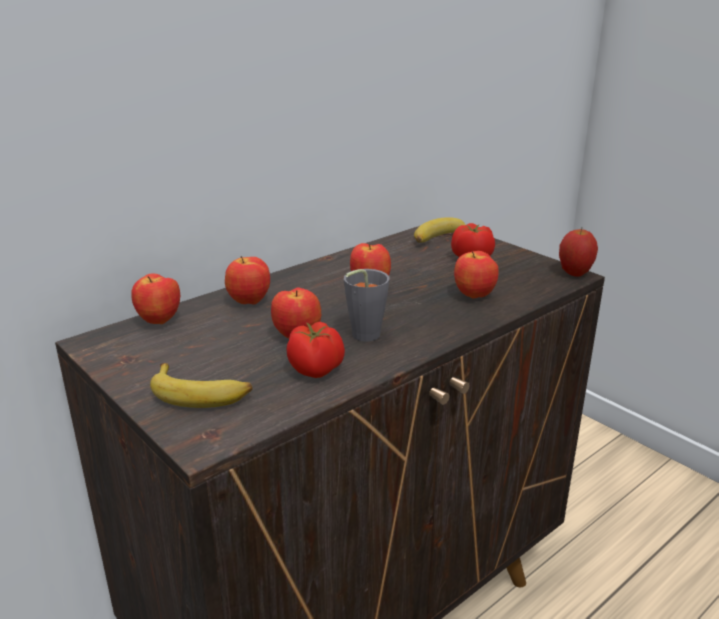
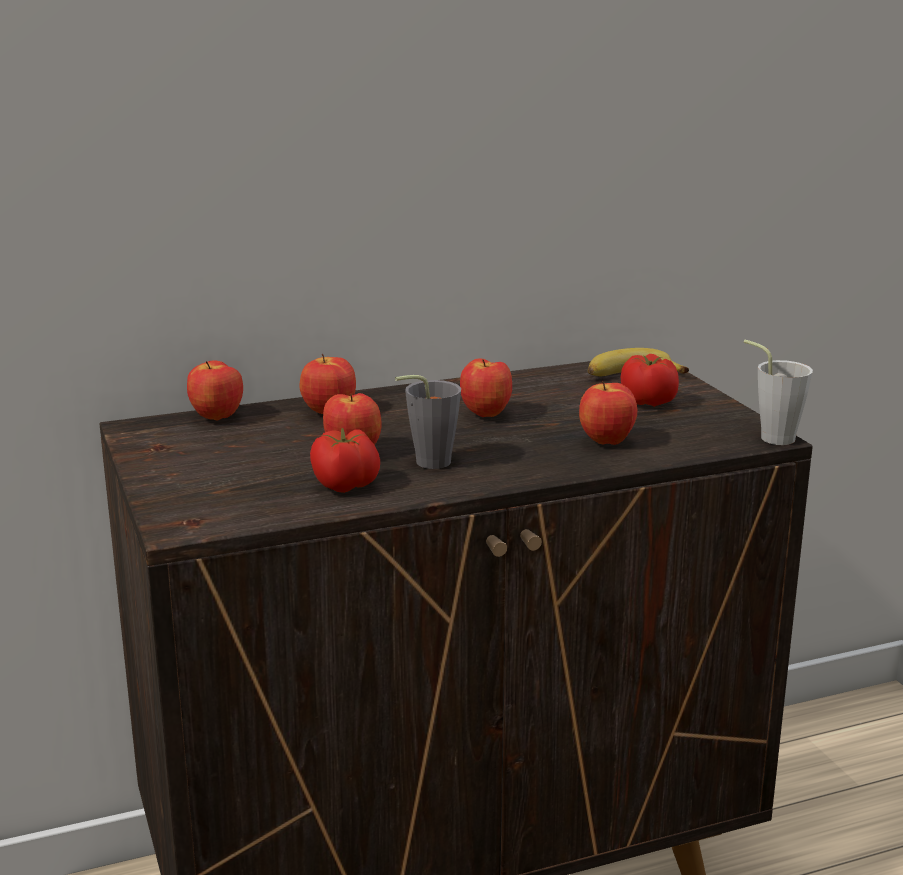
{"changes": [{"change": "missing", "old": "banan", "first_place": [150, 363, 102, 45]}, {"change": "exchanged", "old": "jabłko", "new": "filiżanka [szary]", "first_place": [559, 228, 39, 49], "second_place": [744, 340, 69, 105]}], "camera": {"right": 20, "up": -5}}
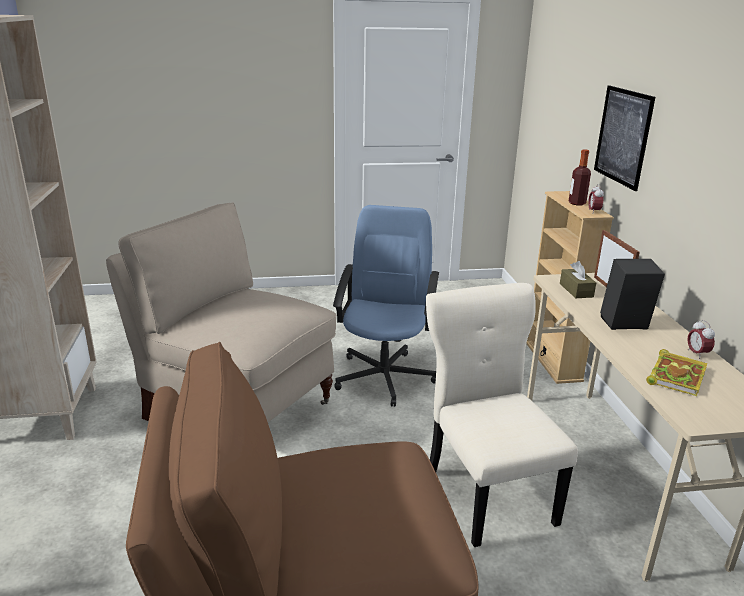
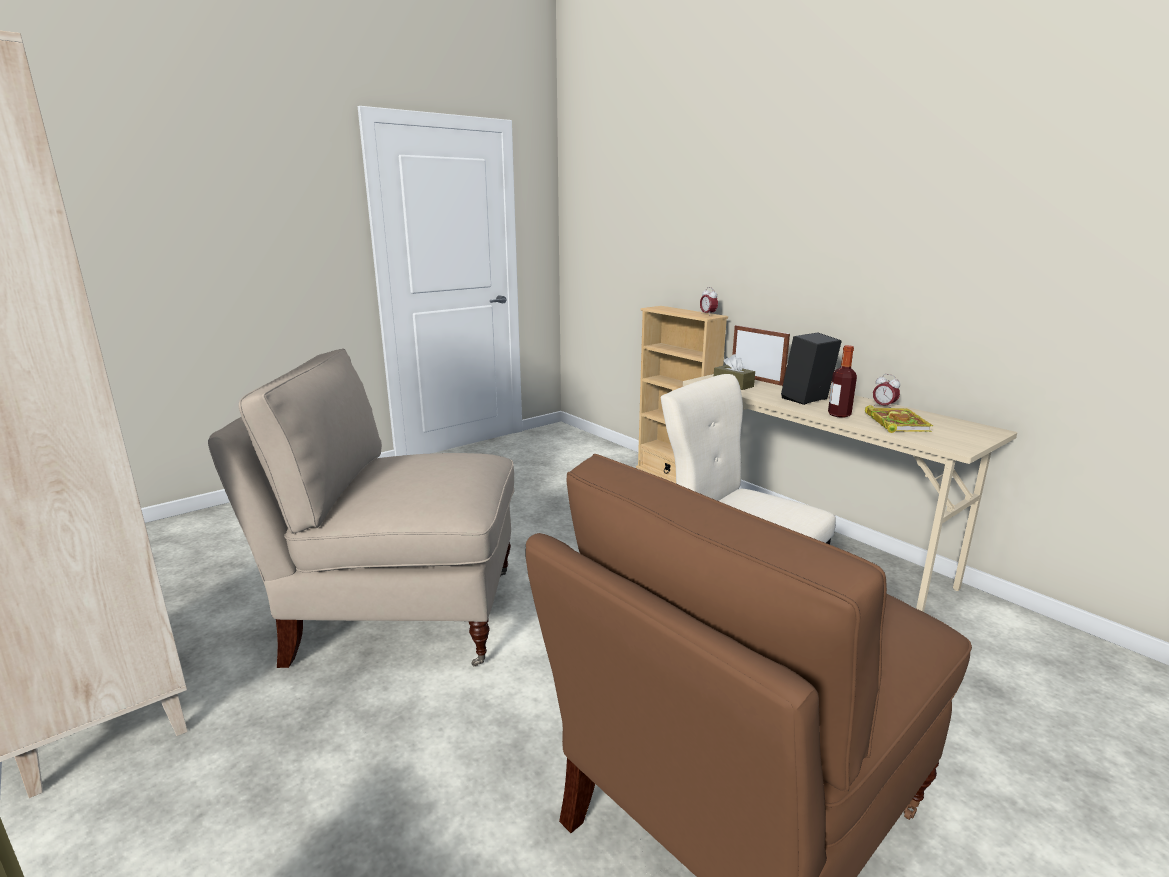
{"changes": [{"change": "missing", "old": "krzesło biurowe [niebieski]", "first_place": [333, 205, 106, 202]}, {"change": "relocated", "old": "butelka", "first_place": [569, 149, 22, 56], "second_place": [828, 345, 29, 73]}, {"change": "missing", "old": "obraz", "first_place": [594, 86, 61, 105]}], "camera": {"right": -30, "up": -5}}
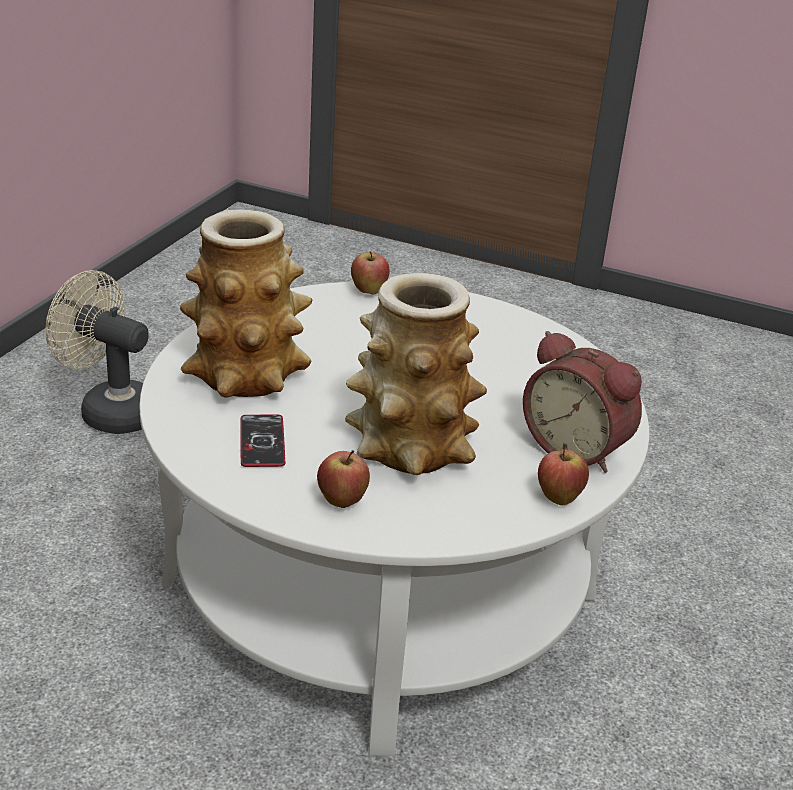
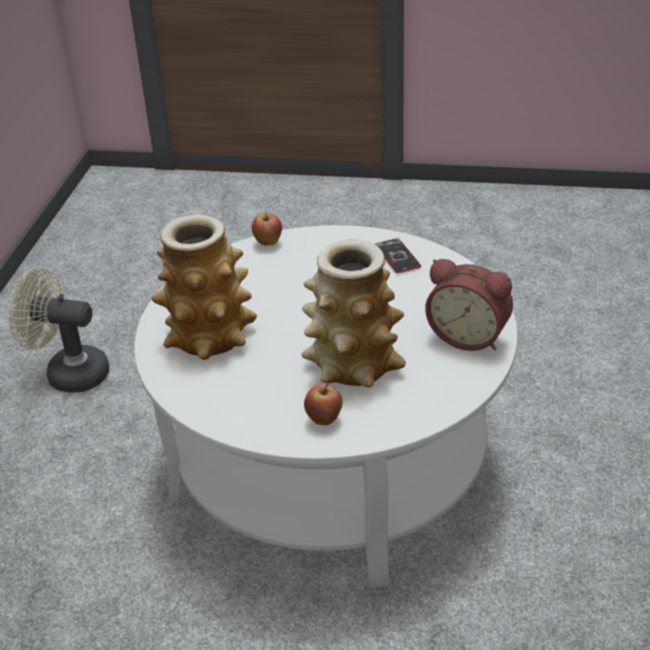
{"changes": [{"change": "relocated", "old": "telefon", "first_place": [240, 415, 45, 52], "second_place": [375, 238, 46, 35]}, {"change": "missing", "old": "jabłko", "first_place": [538, 443, 51, 62]}], "camera": {"right": -10, "up": 5}}
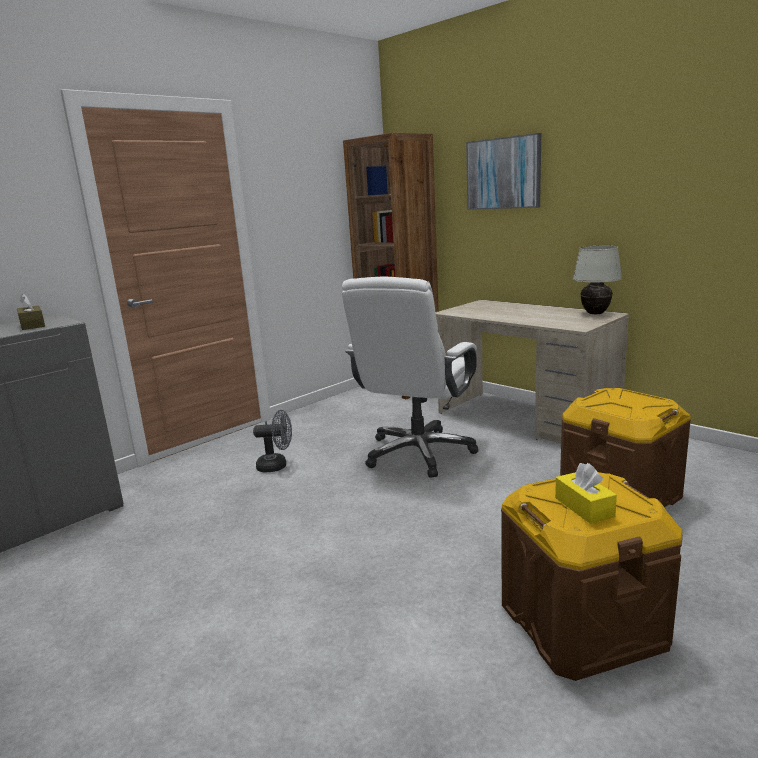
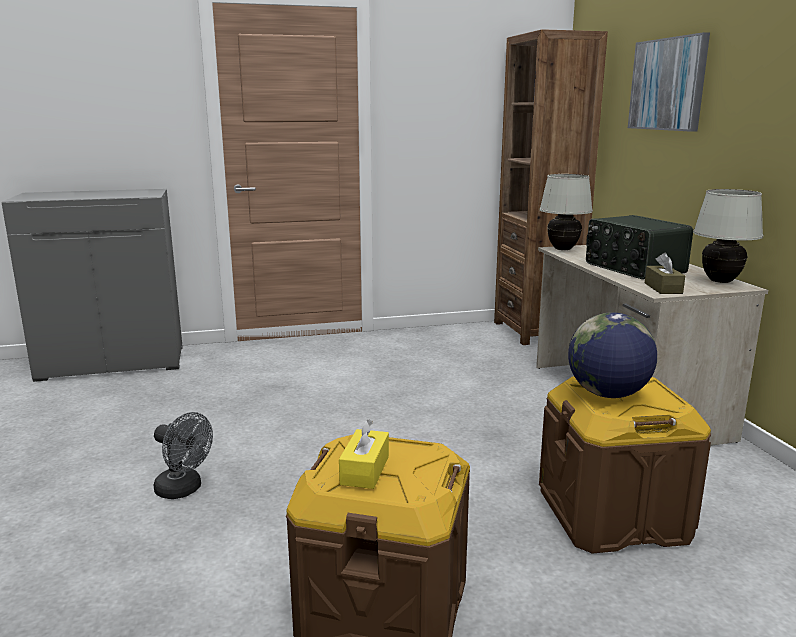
{"changes": [{"change": "relocated", "old": "pudełko chusteczek [brązowy]", "first_place": [17, 294, 28, 36], "second_place": [645, 253, 40, 41]}, {"change": "relocated", "old": "wentylator [szary]", "first_place": [253, 410, 39, 62], "second_place": [154, 412, 59, 87]}, {"change": "missing", "old": "krzesło biurowe [biały]", "first_place": [342, 277, 136, 201]}, {"change": "appeared", "new": "lampa stołowa [biały]", "second_place": [539, 174, 54, 76]}, {"change": "appeared", "new": "globus", "second_place": [568, 313, 89, 85]}, {"change": "appeared", "new": "radio", "second_place": [586, 215, 107, 64]}], "camera": {"right": 30, "up": 0}}
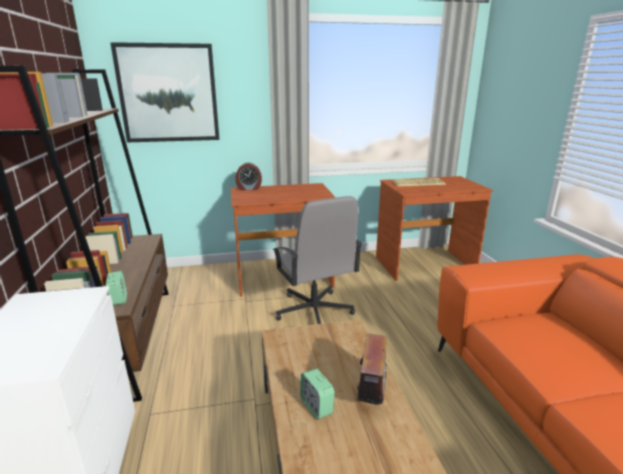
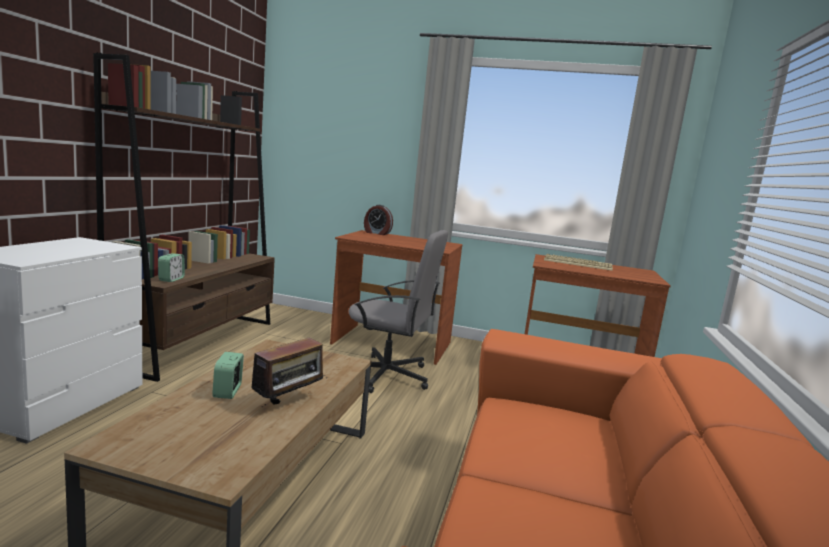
{"changes": [{"change": "missing", "old": "obraz", "first_place": [110, 42, 109, 100]}, {"change": "spun", "old": "krzesło biurowe [szary]", "first_place": [272, 196, 91, 128], "second_place": [348, 230, 100, 163], "degrees": -75}], "camera": {"right": 25, "up": -10}}
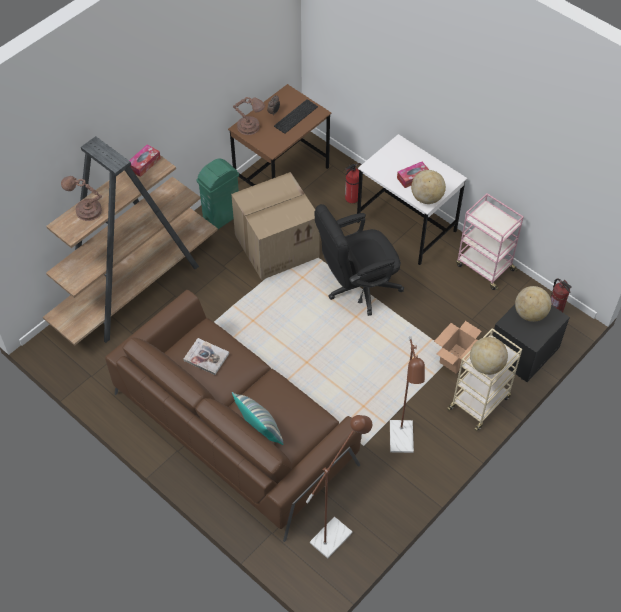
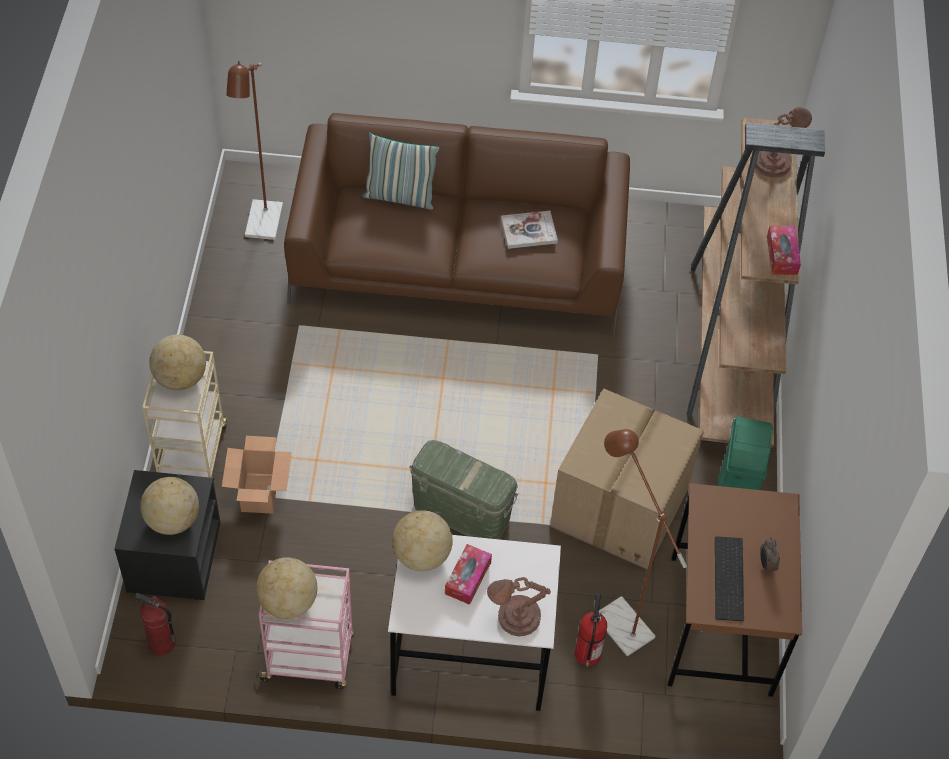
{"changes": [{"change": "relocated", "old": "lampa stołowa [brązowy]", "first_place": [233, 97, 32, 38], "second_place": [487, 577, 64, 59]}, {"change": "exchanged", "old": "krzesło biurowe [czarny]", "new": "pojemnik do przechowywania [zielony]", "first_place": [315, 204, 89, 112], "second_place": [409, 440, 110, 99]}, {"change": "relocated", "old": "lampa stojąca [brązowy]", "first_place": [390, 336, 35, 117], "second_place": [599, 429, 88, 227]}, {"change": "appeared", "new": "globus", "second_place": [256, 557, 61, 62]}], "camera": {"right": 140, "up": 0}}
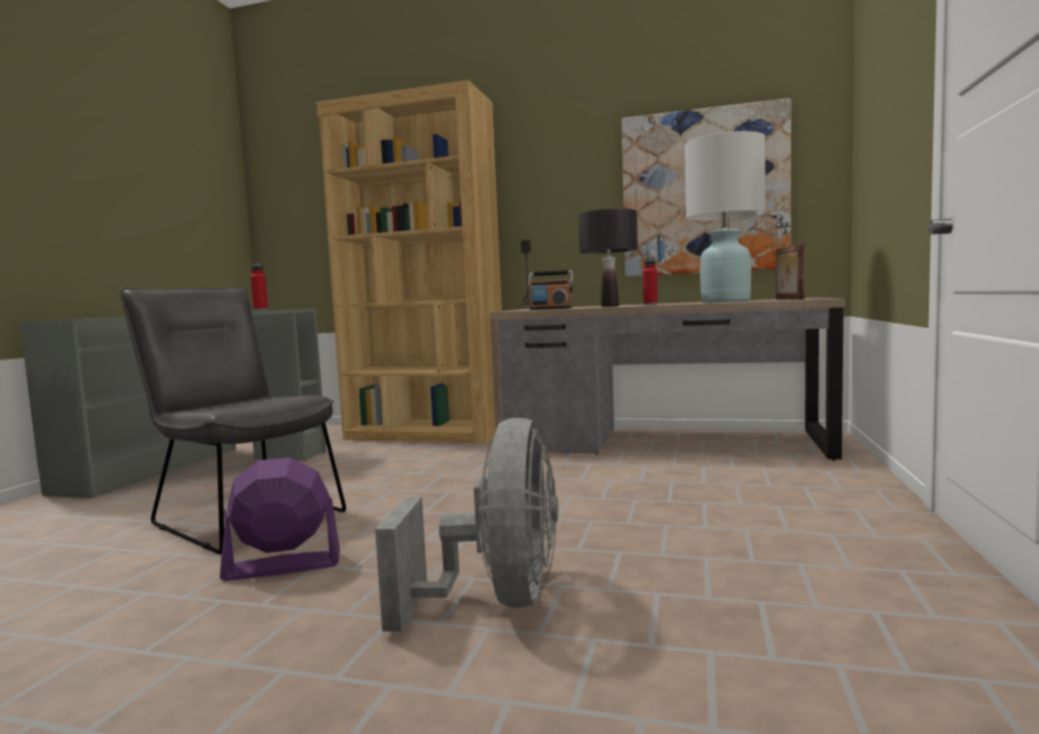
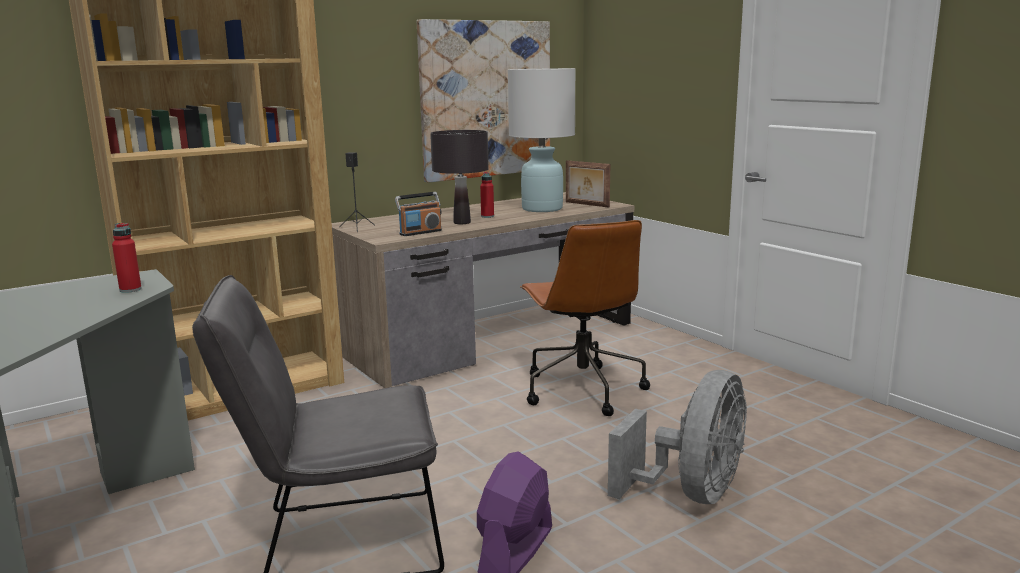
{"changes": [{"change": "spun", "old": "wentylator [szary]", "first_place": [375, 417, 183, 215], "second_place": [608, 370, 139, 134], "degrees": 75}, {"change": "appeared", "new": "krzesło biurowe [brązowy]", "second_place": [520, 220, 130, 196]}], "camera": {"right": -50, "up": 10}}
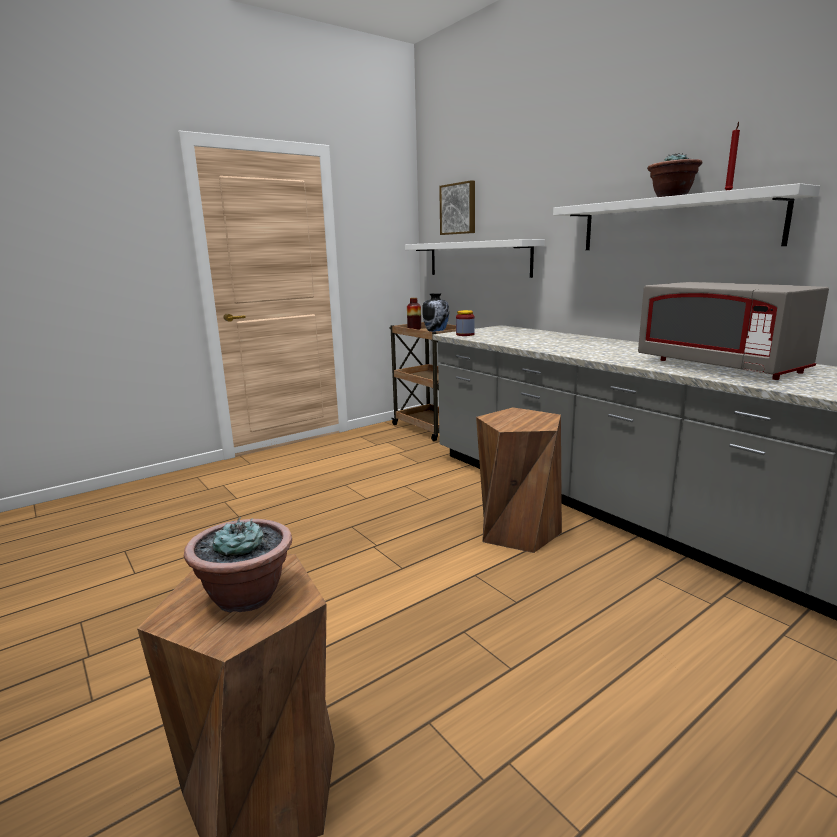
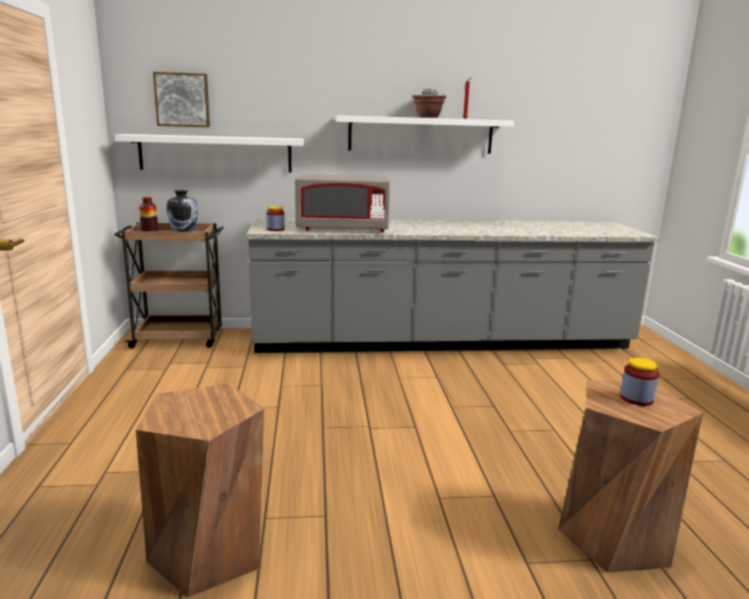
{"changes": [{"change": "exchanged", "old": "roślina doniczkowa", "new": "słoik", "first_place": [184, 517, 108, 96], "second_place": [620, 358, 39, 48]}, {"change": "relocated", "old": "stołek [brązowy]", "first_place": [476, 407, 86, 146], "second_place": [136, 383, 128, 215]}, {"change": "relocated", "old": "mikrofalówka [szary]", "first_place": [638, 282, 191, 98], "second_place": [295, 174, 95, 58]}], "camera": {"right": -60, "up": 0}}
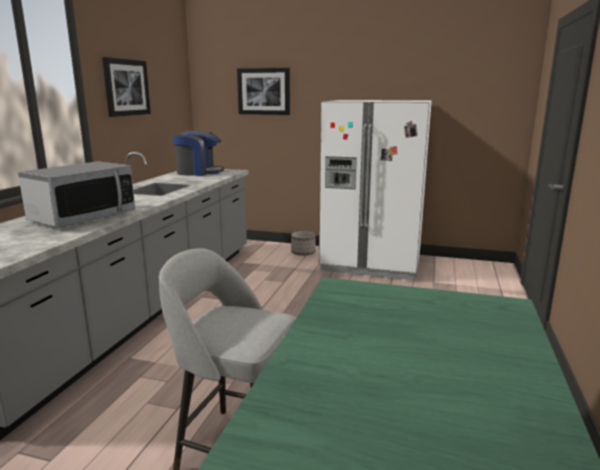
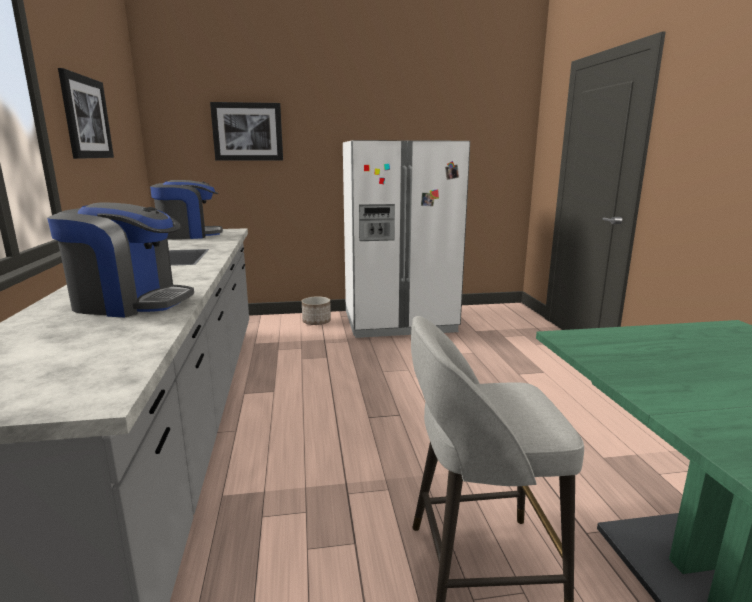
{"changes": [{"change": "exchanged", "old": "mikrofalówka", "new": "ekspres do kawy", "first_place": [18, 161, 117, 67], "second_place": [47, 202, 147, 115]}], "camera": {"right": -25, "up": 0}}
